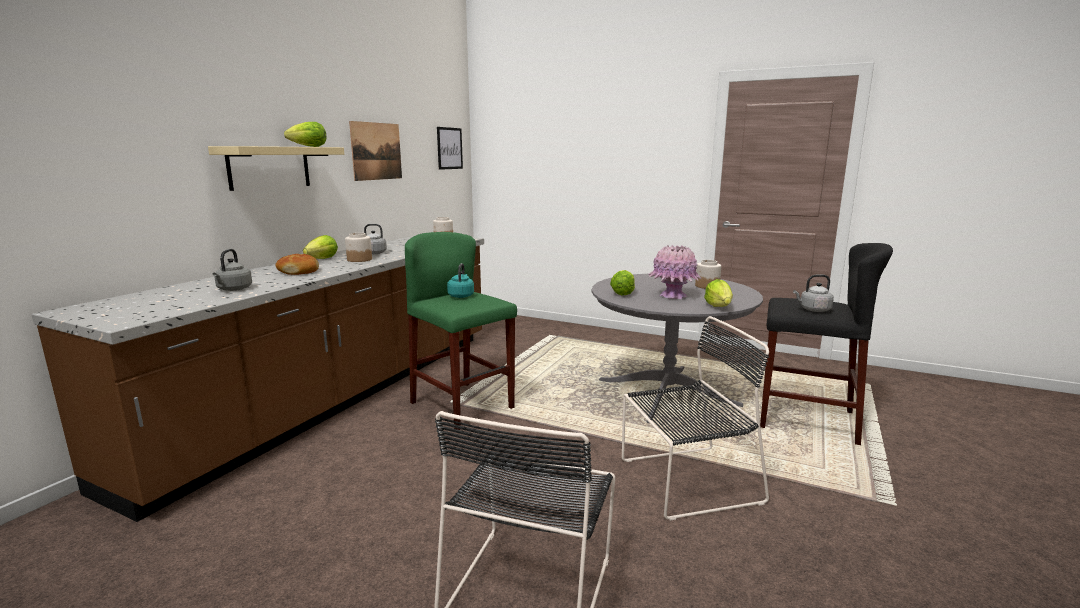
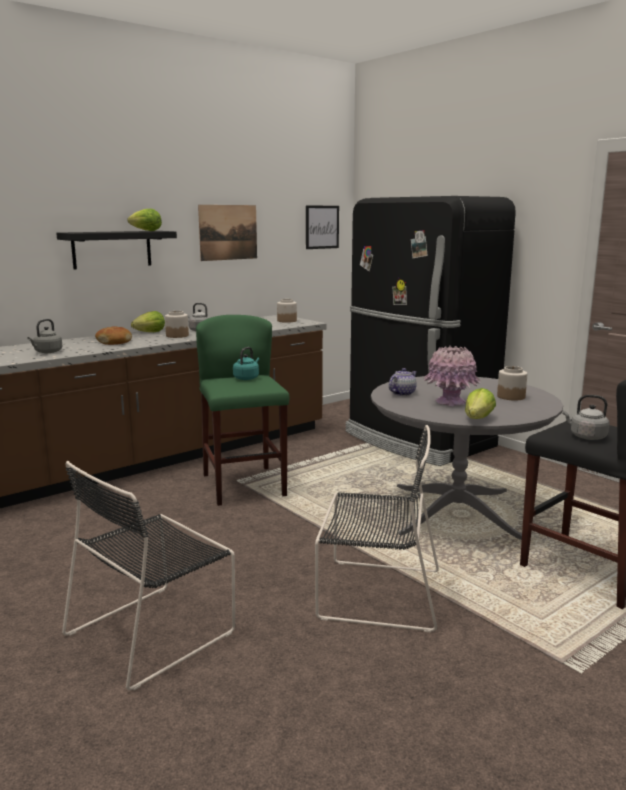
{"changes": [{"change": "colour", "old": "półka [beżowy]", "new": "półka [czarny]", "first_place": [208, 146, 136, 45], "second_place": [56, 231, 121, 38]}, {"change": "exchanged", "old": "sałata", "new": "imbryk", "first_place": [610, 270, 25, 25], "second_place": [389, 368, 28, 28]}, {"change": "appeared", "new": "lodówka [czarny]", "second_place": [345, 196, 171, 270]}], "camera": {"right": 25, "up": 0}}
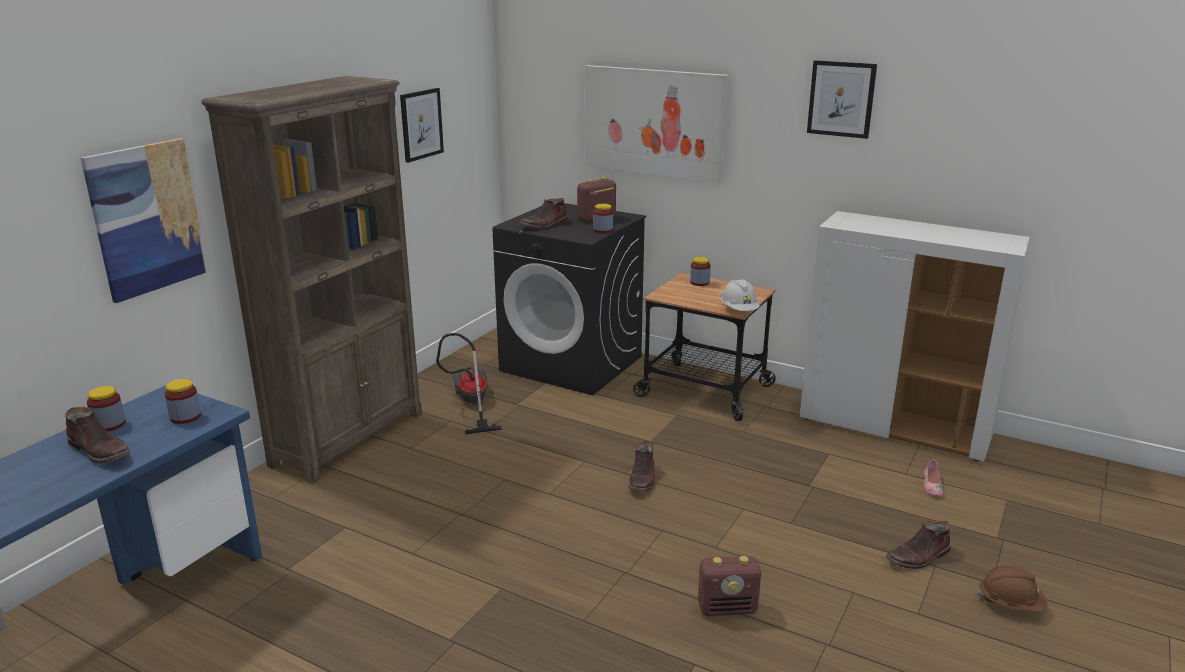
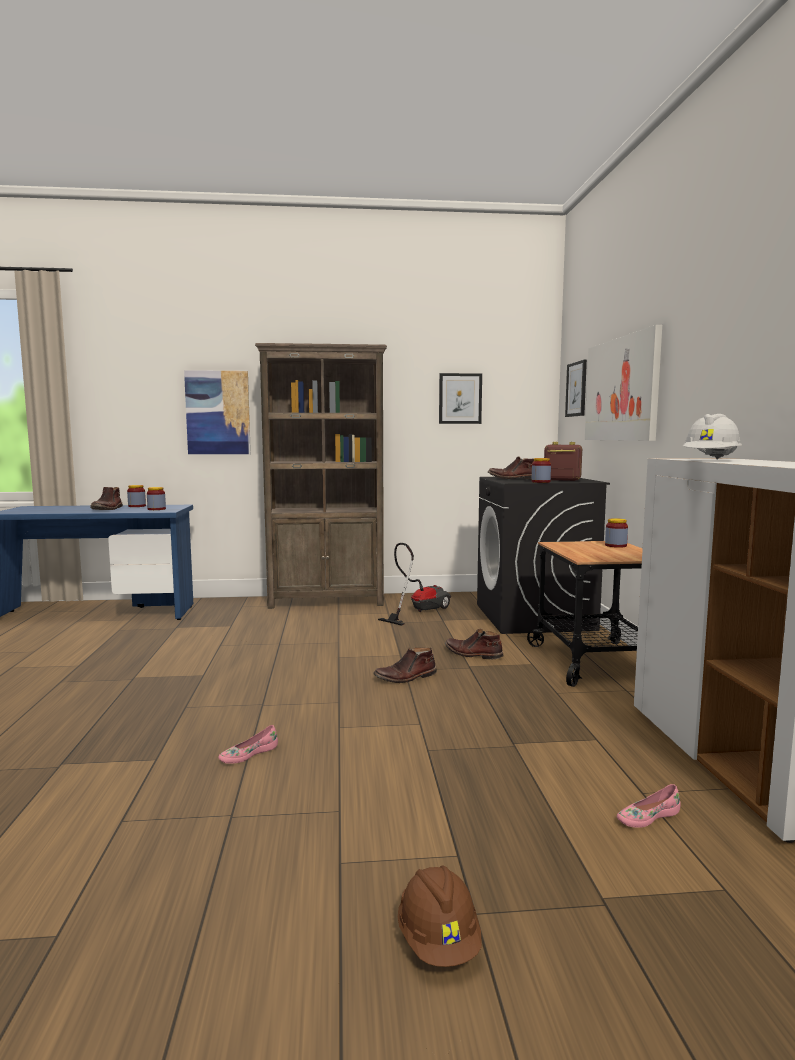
{"changes": [{"change": "exchanged", "old": "radio", "new": "but [różowy]", "first_place": [698, 556, 63, 60], "second_place": [218, 725, 60, 39]}, {"change": "relocated", "old": "kask [biały]", "first_place": [721, 279, 39, 32], "second_place": [683, 414, 59, 46]}, {"change": "relocated", "old": "obraz", "first_place": [807, 60, 70, 79], "second_place": [565, 360, 22, 57]}, {"change": "relocated", "old": "but z cholewką [brązowy]", "first_place": [886, 521, 65, 48], "second_place": [445, 629, 58, 30]}], "camera": {"right": 55, "up": -15}}
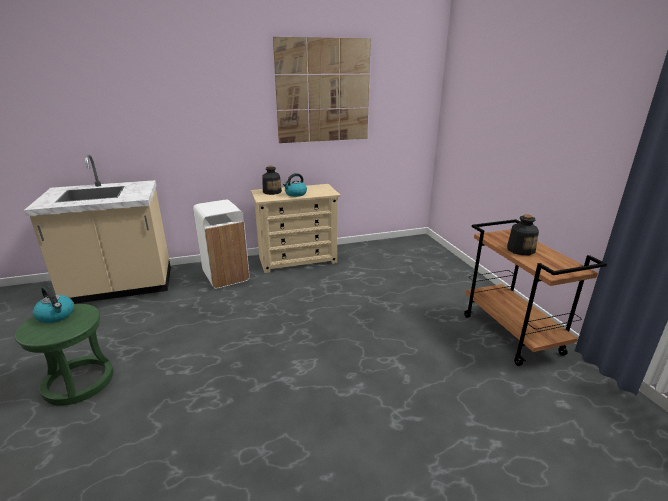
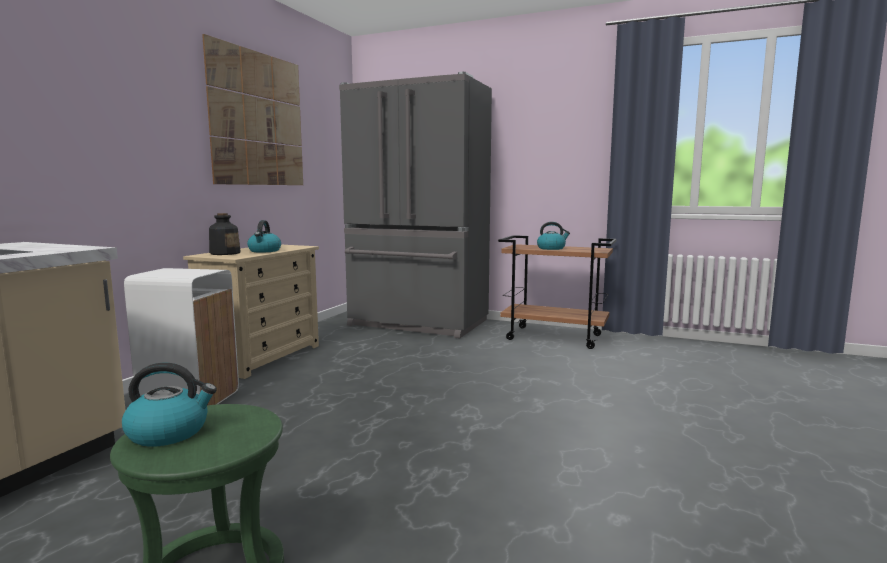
{"changes": [{"change": "exchanged", "old": "butelka", "new": "czajnik", "first_place": [507, 215, 32, 40], "second_place": [537, 222, 33, 28]}, {"change": "appeared", "new": "lodówka [szary]", "second_place": [339, 72, 153, 266]}], "camera": {"right": -50, "up": -15}}
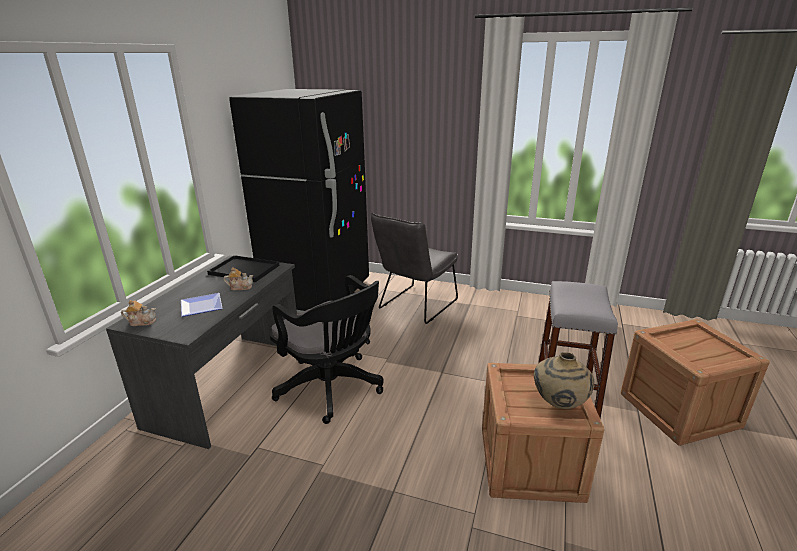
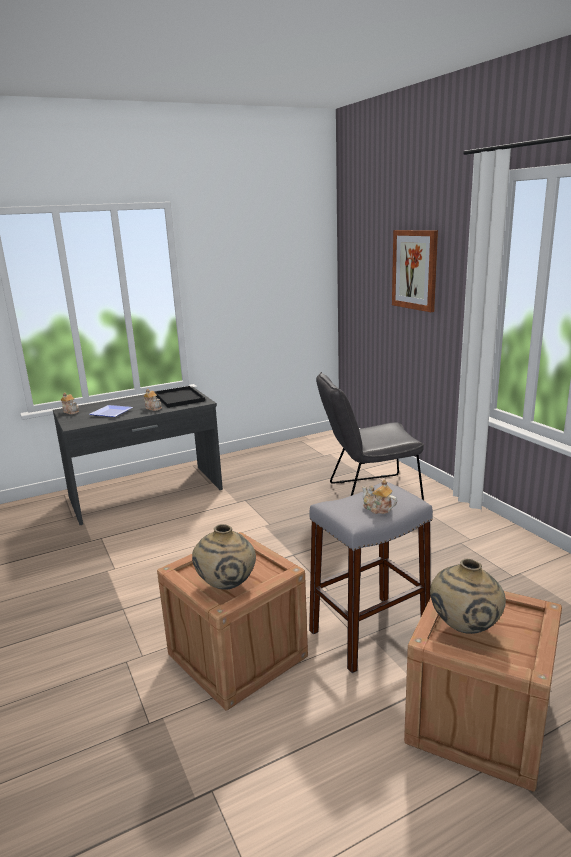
{"changes": [{"change": "missing", "old": "lodówka [czarny]", "first_place": [229, 89, 140, 224]}, {"change": "missing", "old": "krzesło biurowe [czarny]", "first_place": [270, 275, 114, 149]}, {"change": "appeared", "new": "imbryk", "second_place": [362, 479, 35, 35]}, {"change": "appeared", "new": "obraz", "second_place": [392, 230, 46, 82]}, {"change": "appeared", "new": "wazon [beżowy]", "second_place": [430, 559, 76, 75]}], "camera": {"right": 45, "up": -5}}
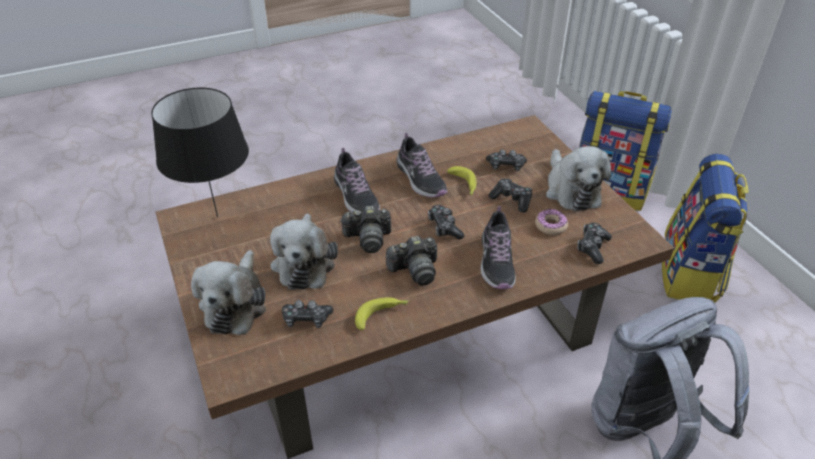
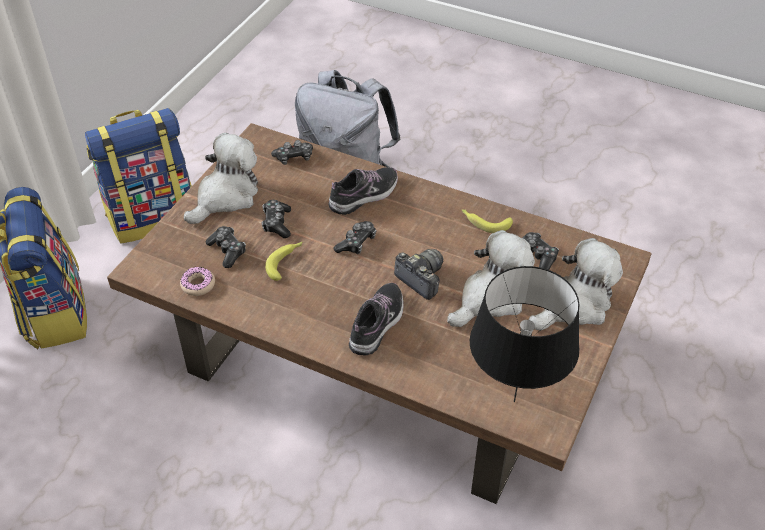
{"changes": [{"change": "missing", "old": "aparat fotograficzny", "first_place": [385, 236, 52, 50]}, {"change": "missing", "old": "but", "first_place": [397, 133, 50, 65]}, {"change": "relocated", "old": "donut", "first_place": [535, 209, 33, 26], "second_place": [180, 267, 35, 29]}], "camera": {"right": -130, "up": 5}}
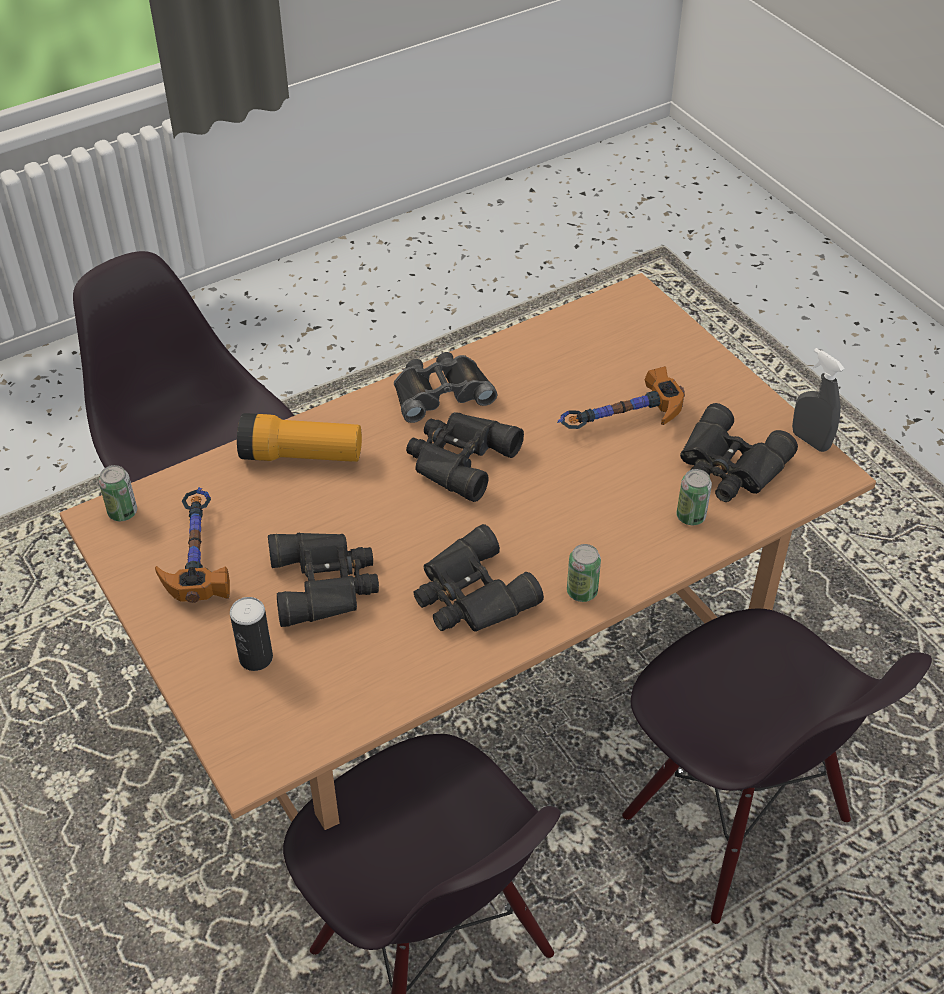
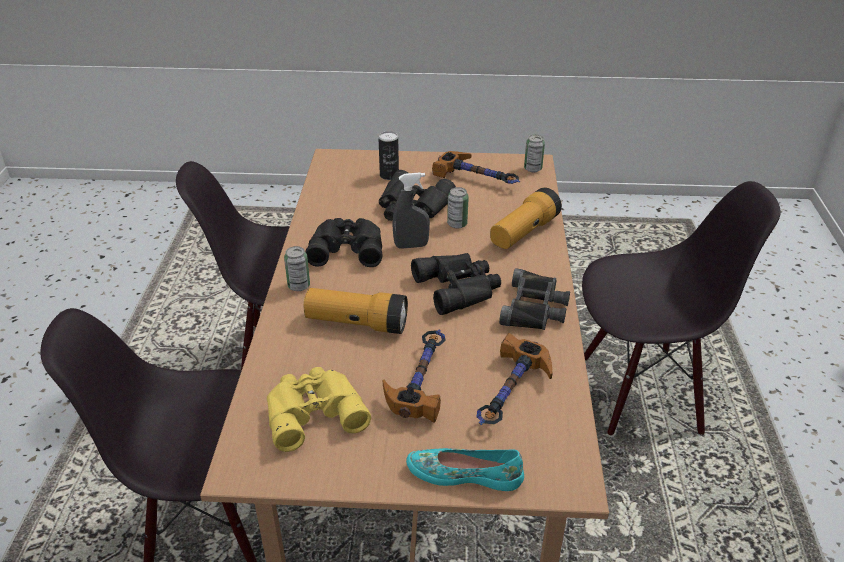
{"changes": [{"change": "relocated", "old": "puszka", "first_place": [676, 469, 36, 56], "second_place": [447, 187, 22, 42]}, {"change": "colour", "old": "lornetka [czarny]", "new": "lornetka [żółty]", "first_place": [680, 403, 118, 99], "second_place": [267, 367, 104, 85]}, {"change": "relocated", "old": "spryskiwacz [szary]", "first_place": [792, 348, 53, 104], "second_place": [392, 172, 38, 77]}, {"change": "appeared", "new": "latarka", "second_place": [304, 288, 104, 46]}, {"change": "appeared", "new": "but [turkusowy]", "second_place": [406, 448, 118, 43]}, {"change": "appeared", "new": "młotek", "second_place": [477, 333, 75, 92]}], "camera": {"right": 125, "up": -10}}
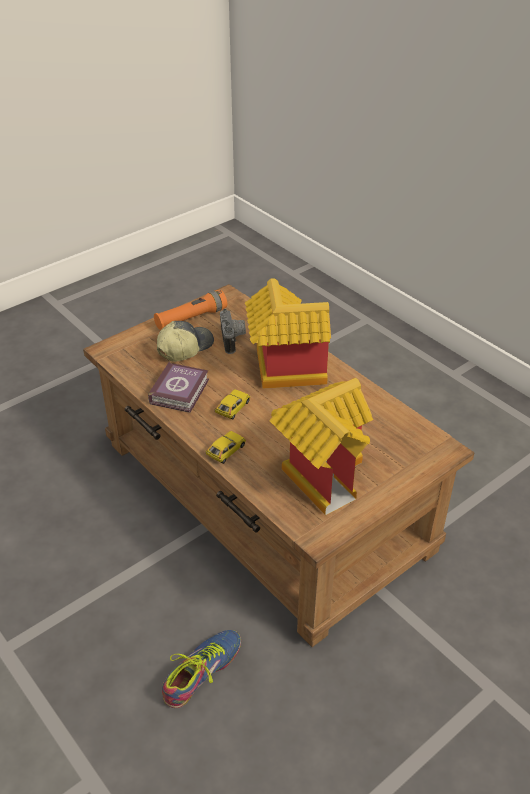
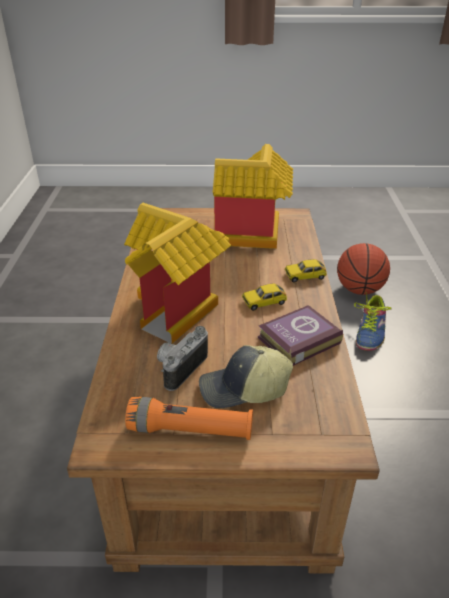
{"changes": [{"change": "spun", "old": "but", "first_place": [162, 630, 79, 78], "second_place": [354, 292, 37, 59], "degrees": -60}, {"change": "appeared", "new": "piłka do koszykówki", "second_place": [337, 243, 53, 52]}], "camera": {"right": -140, "up": -5}}
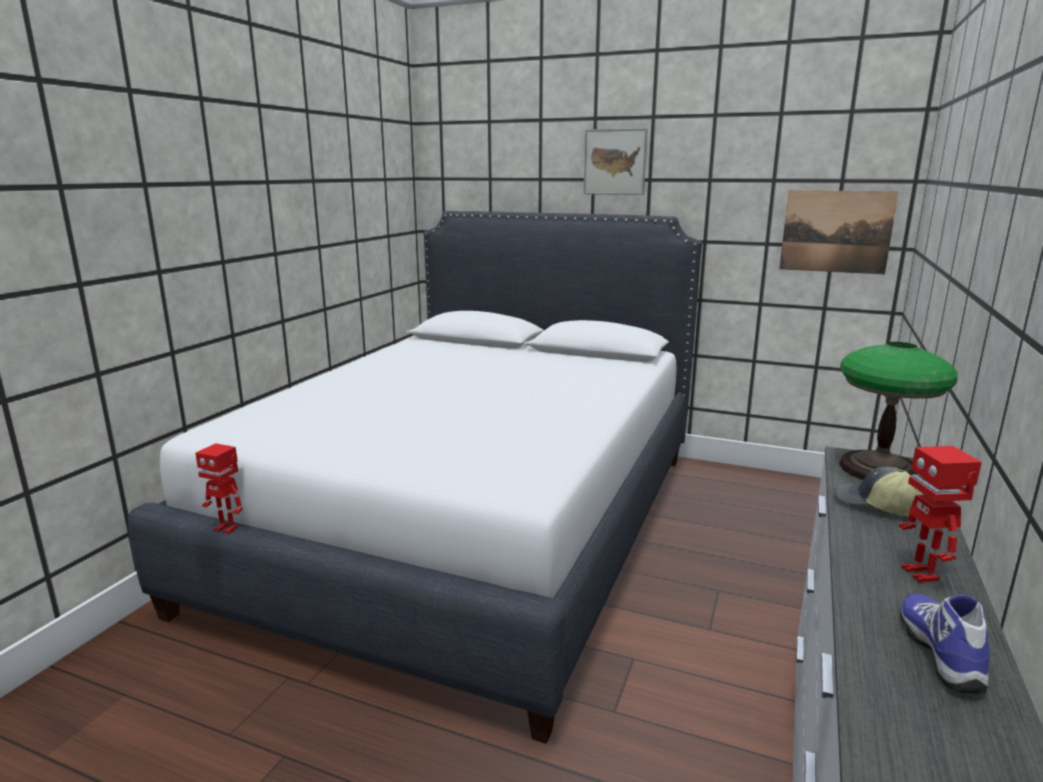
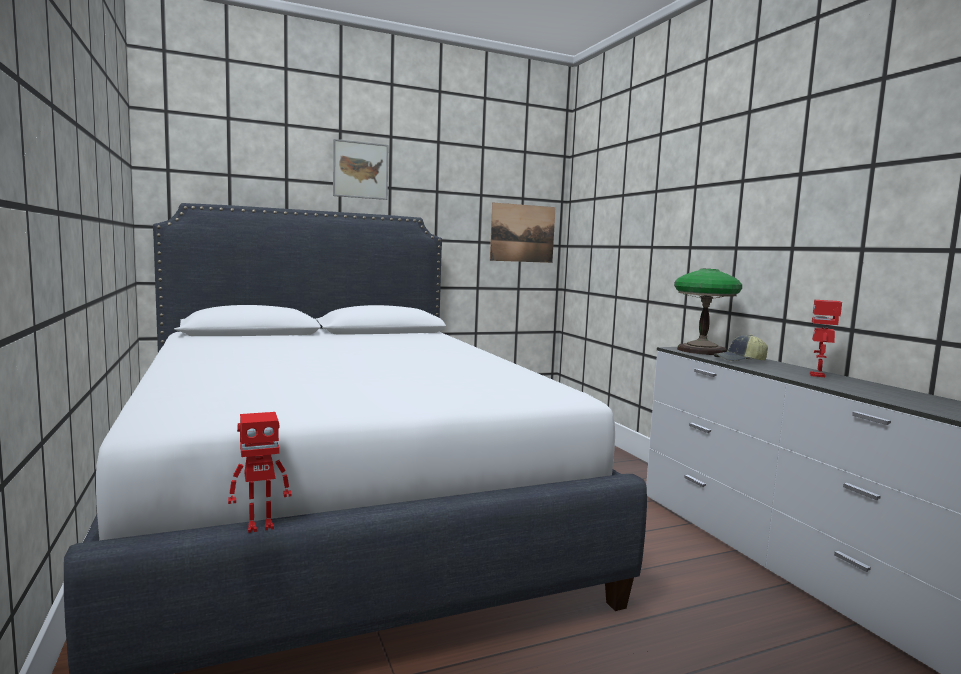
{"changes": [{"change": "spun", "old": "robot zabawkowy", "first_place": [899, 446, 83, 137], "second_place": [810, 300, 32, 77], "degrees": 75}, {"change": "missing", "old": "but", "first_place": [900, 594, 90, 100]}], "camera": {"right": -45, "up": -10}}
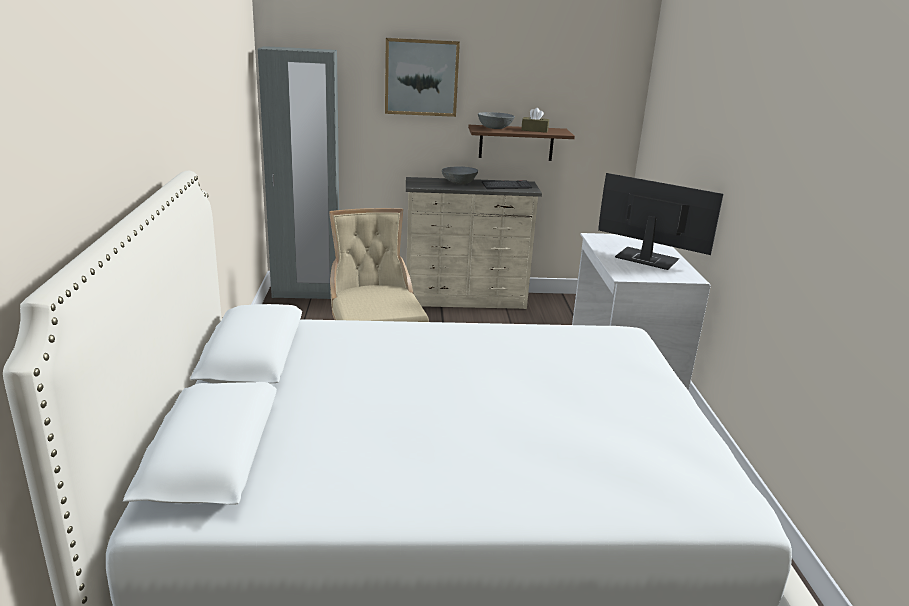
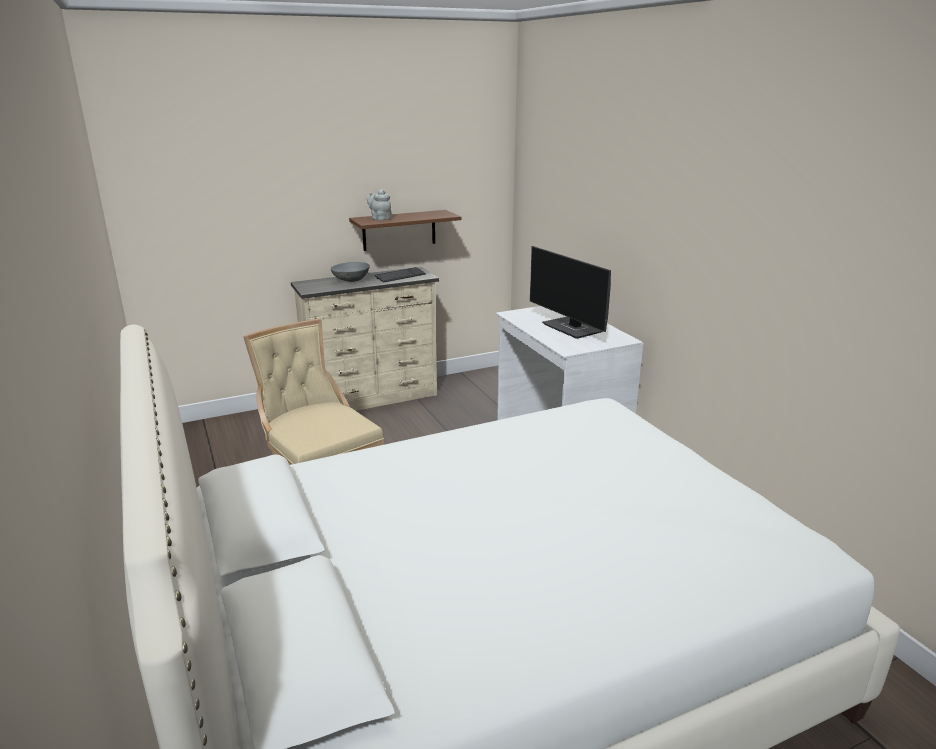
{"changes": [{"change": "missing", "old": "szafa [szary]", "first_place": [258, 46, 81, 253]}, {"change": "missing", "old": "obraz", "first_place": [385, 38, 75, 79]}, {"change": "exchanged", "old": "miska [szary]", "new": "imbryk [szary]", "first_place": [478, 112, 37, 17], "second_place": [366, 189, 25, 31]}, {"change": "missing", "old": "pudełko chusteczek [brązowy]", "first_place": [521, 108, 28, 25]}, {"change": "spun", "old": "monitor", "first_place": [598, 173, 125, 97], "second_place": [530, 246, 81, 93], "degrees": -135}], "camera": {"right": -20, "up": 0}}
